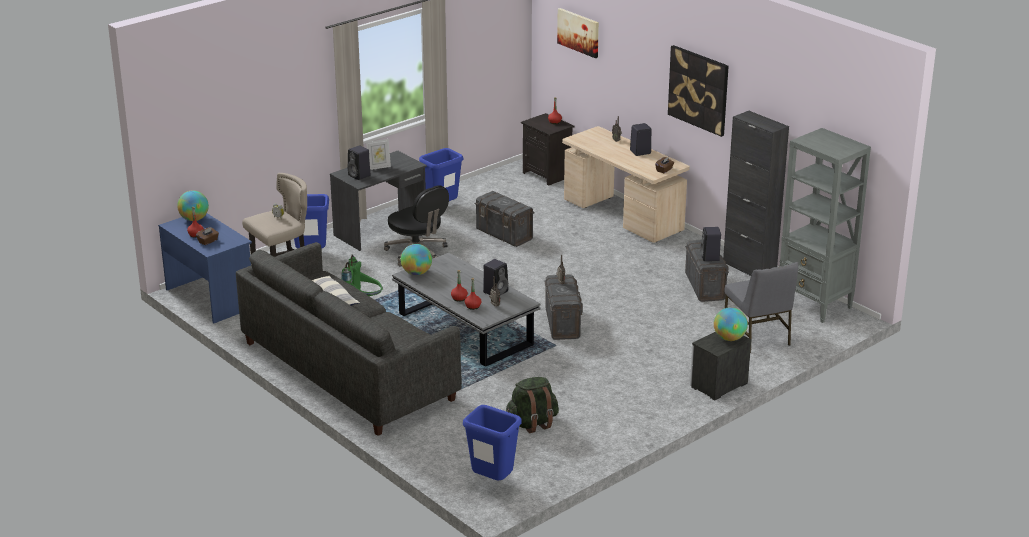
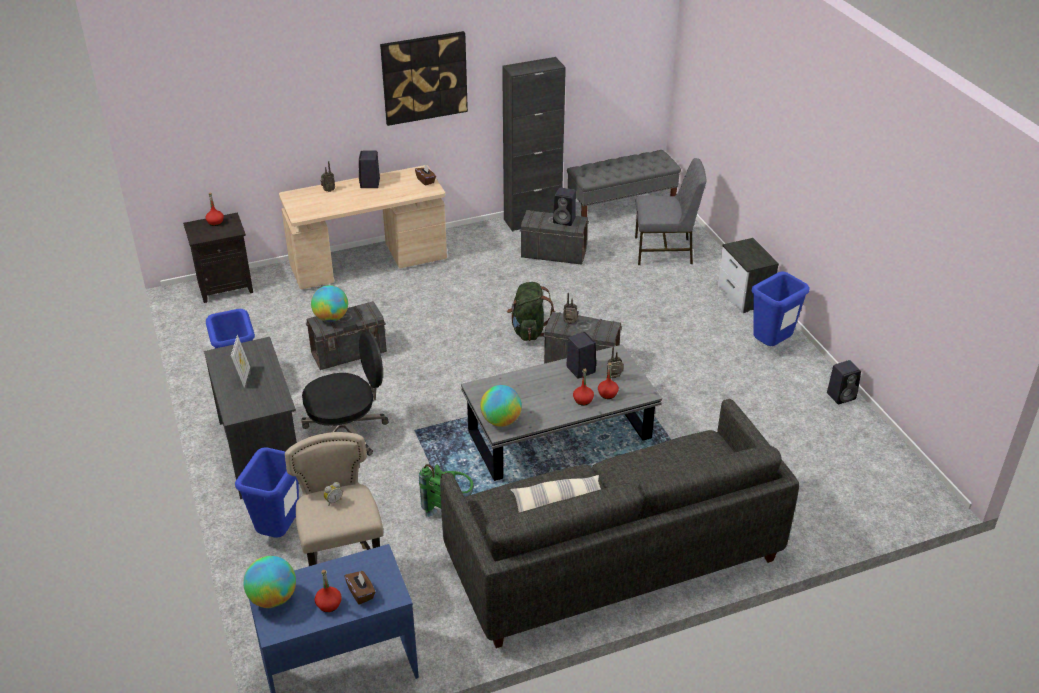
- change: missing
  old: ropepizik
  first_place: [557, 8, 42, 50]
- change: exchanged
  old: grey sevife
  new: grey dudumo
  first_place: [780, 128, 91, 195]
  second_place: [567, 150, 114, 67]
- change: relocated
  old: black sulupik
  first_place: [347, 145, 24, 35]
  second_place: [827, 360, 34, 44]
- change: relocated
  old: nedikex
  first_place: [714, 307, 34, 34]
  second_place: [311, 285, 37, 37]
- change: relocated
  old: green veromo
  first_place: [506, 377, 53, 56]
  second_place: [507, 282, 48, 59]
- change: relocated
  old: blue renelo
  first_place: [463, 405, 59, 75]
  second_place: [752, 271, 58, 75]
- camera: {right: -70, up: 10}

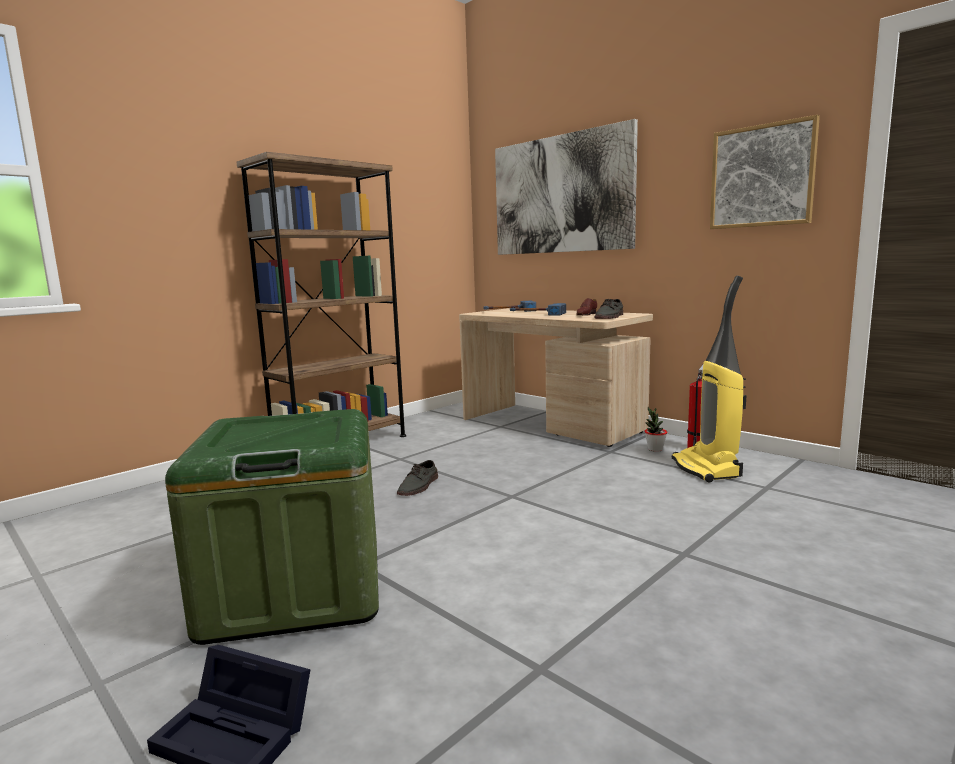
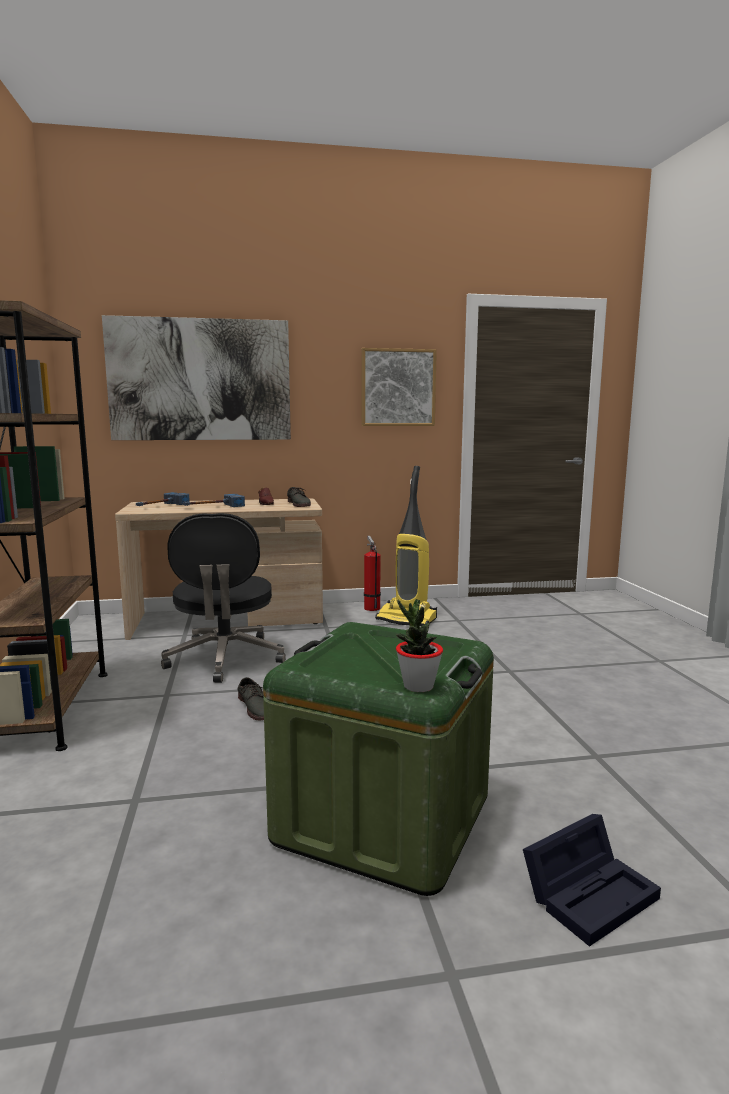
- change: relocated
  old: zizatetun
  first_place: [644, 407, 23, 45]
  second_place: [396, 599, 47, 93]
- change: appeared
  new: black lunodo
  second_place: [161, 513, 125, 170]
- camera: {right: -55, up: 0}

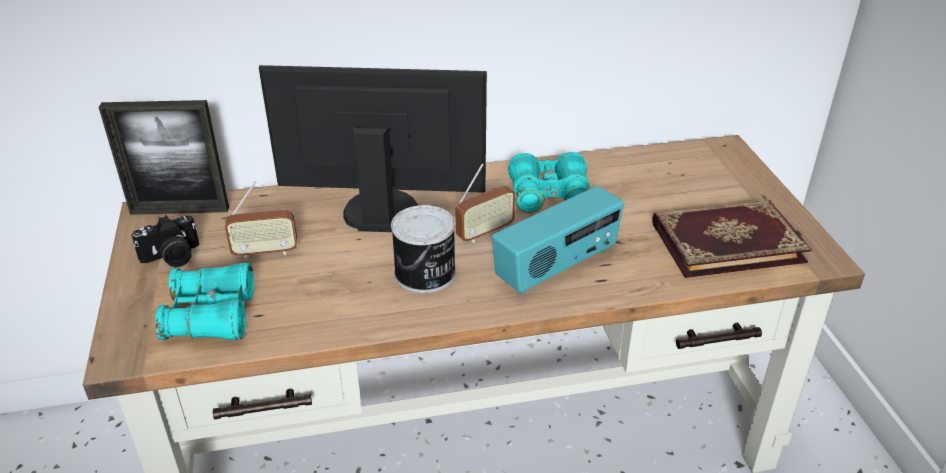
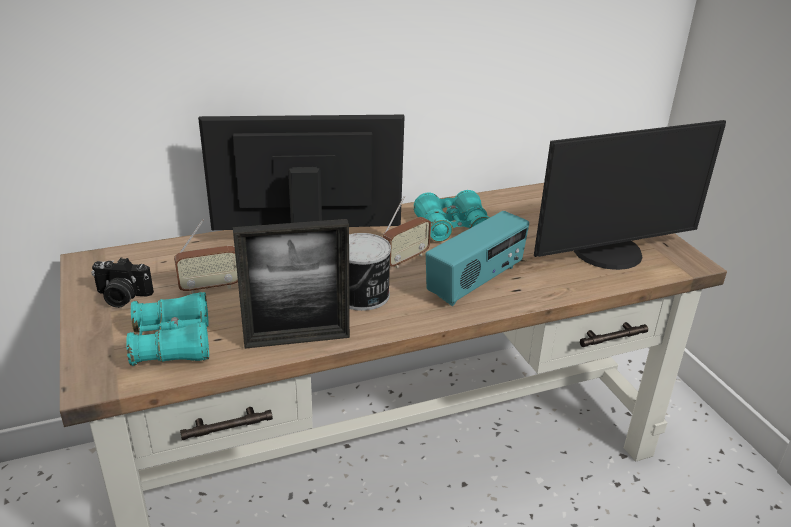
- change: relocated
  old: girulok
  first_place: [99, 100, 130, 115]
  second_place: [233, 219, 117, 130]
- change: exchanged
  old: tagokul
  new: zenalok
  first_place: [652, 200, 160, 78]
  second_place: [534, 120, 192, 150]
- change: spun
  old: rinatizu
  first_place: [131, 215, 68, 52]
  second_place: [91, 257, 63, 51]
  degrees: 45
- camera: {right: -10, up: -5}

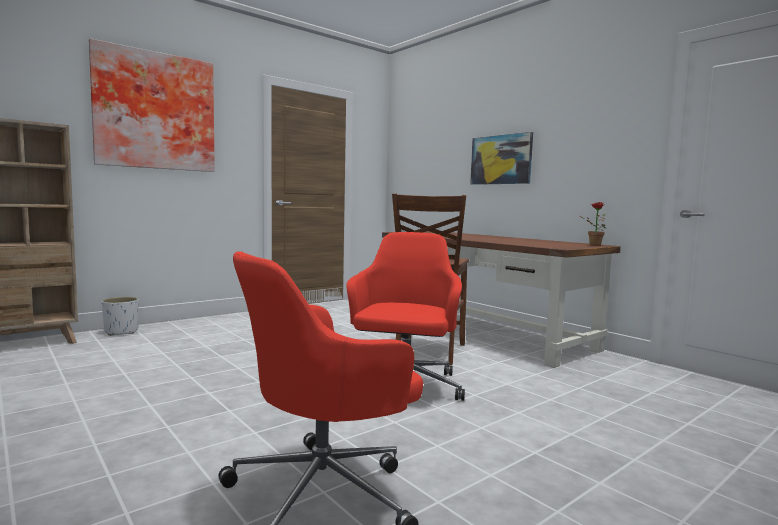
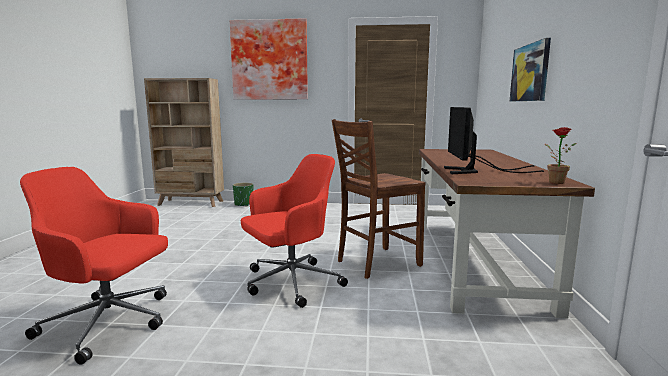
- change: colour
  old: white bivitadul
  new: green bivitadul
  first_place: [102, 297, 37, 39]
  second_place: [233, 182, 21, 25]
- change: appeared
  new: zenalok
  second_place: [444, 107, 100, 67]
- camera: {right: 45, up: 5}

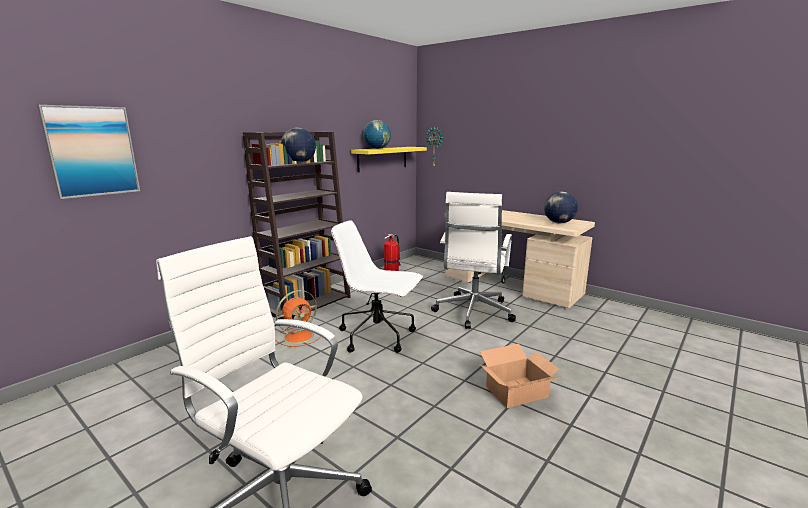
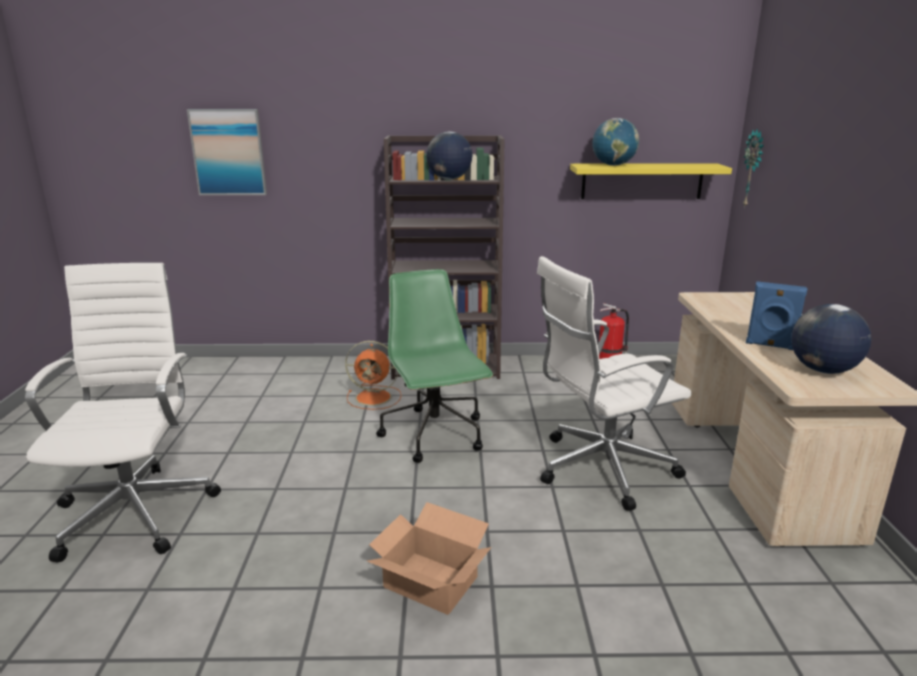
- change: colour
  old: white lunodo
  new: green lunodo
  first_place: [331, 220, 92, 133]
  second_place: [376, 269, 117, 194]
- change: appeared
  new: blue sulupik
  second_place: [746, 281, 61, 69]
- camera: {right: 50, up: 5}

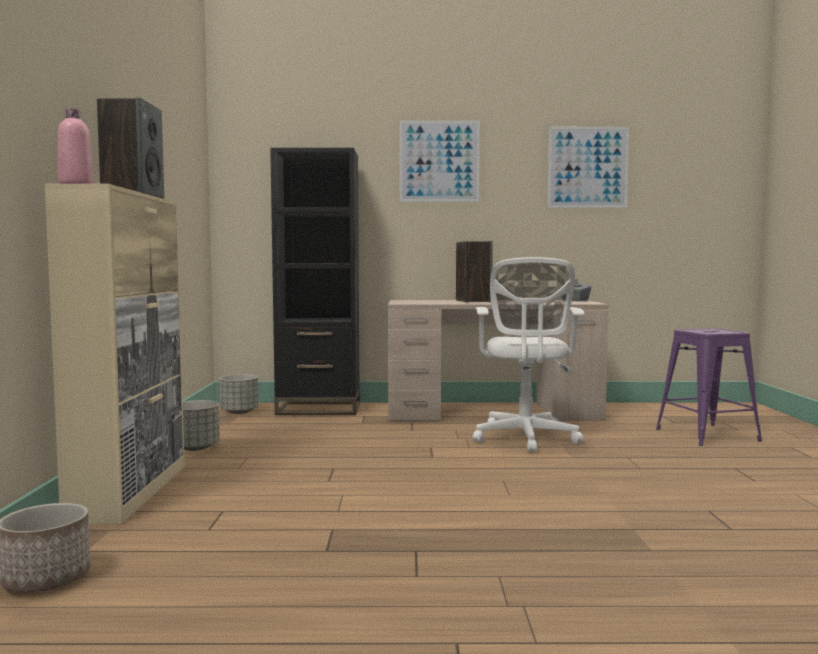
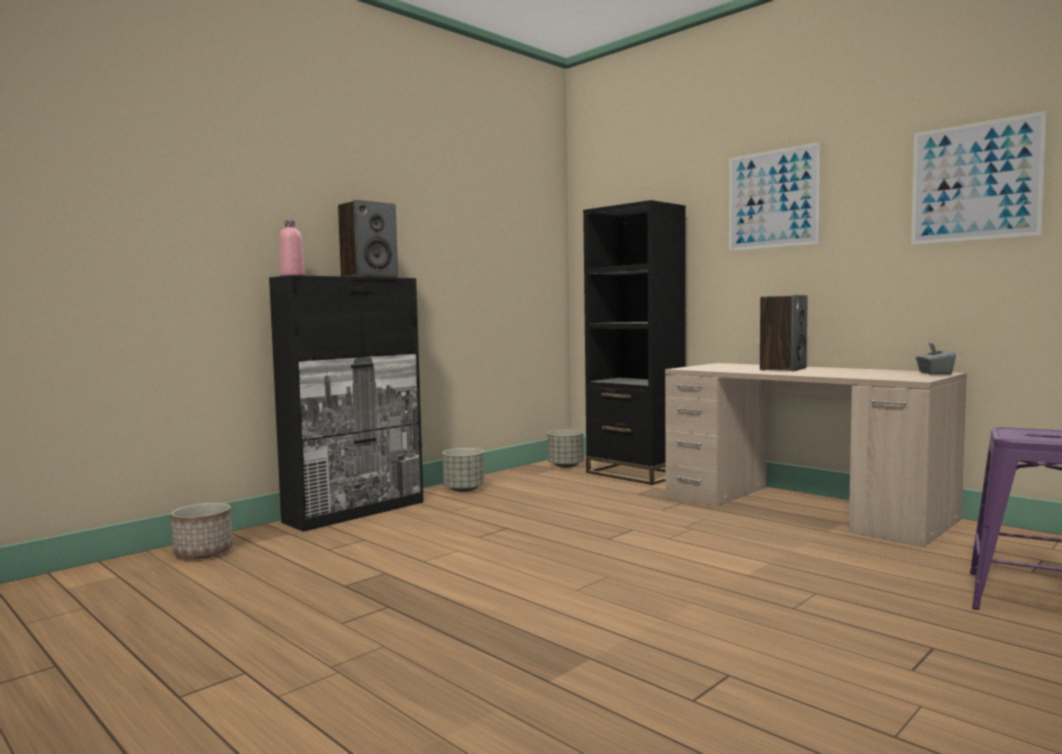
- change: colour
  old: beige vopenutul
  new: black vopenutul
  first_place: [45, 184, 140, 340]
  second_place: [269, 275, 155, 257]
- change: missing
  old: white lunodo
  first_place: [473, 257, 111, 196]
- camera: {right: 45, up: 0}

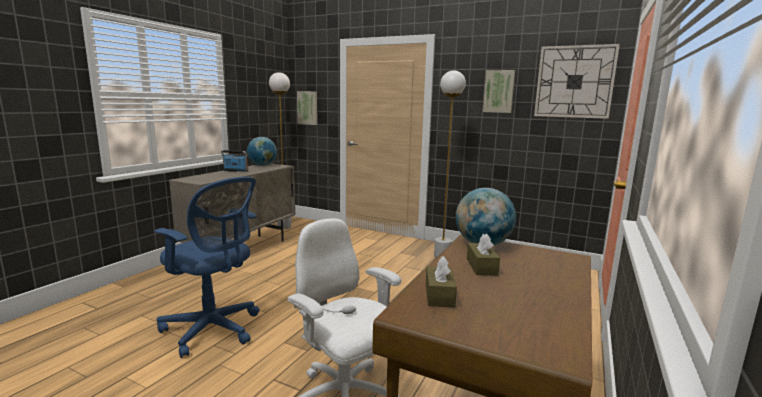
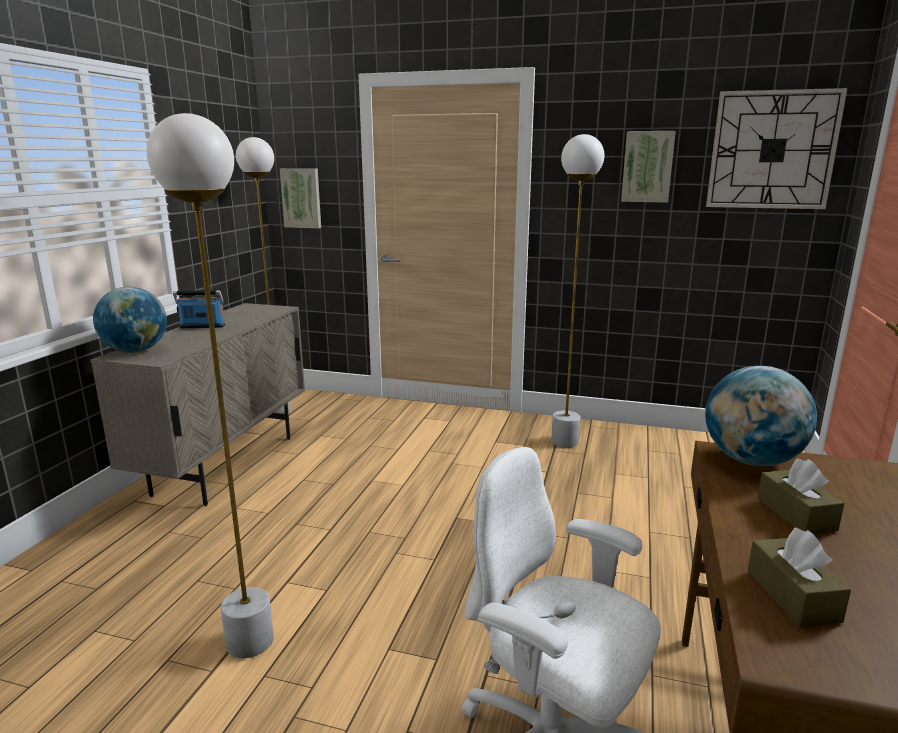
- change: relocated
  old: nedikex
  first_place: [247, 137, 30, 29]
  second_place: [93, 287, 74, 66]
- change: exchanged
  old: blue lunodo
  new: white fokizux
  first_place: [154, 177, 106, 181]
  second_place: [146, 113, 128, 545]
- camera: {right: -10, up: 5}

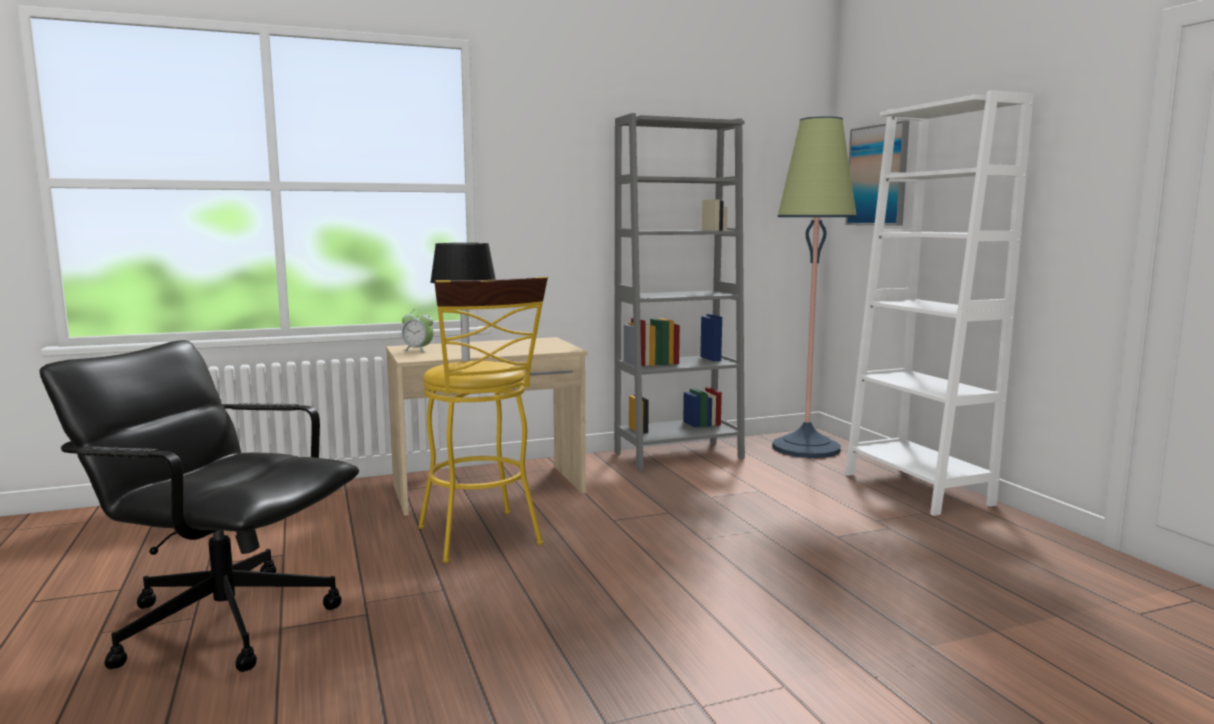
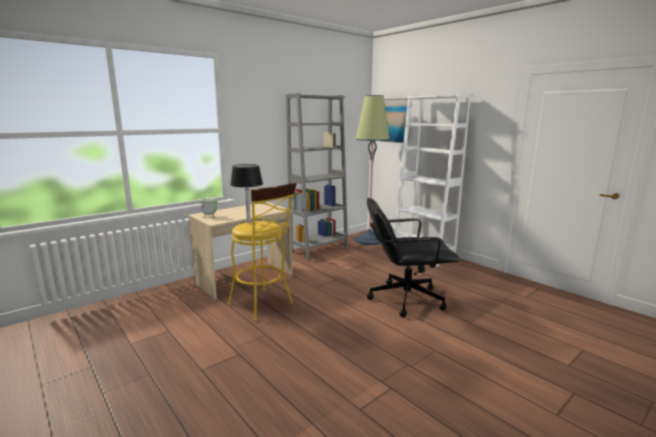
- change: relocated
  old: black lunodo
  first_place: [40, 340, 319, 332]
  second_place: [367, 198, 93, 119]
- camera: {right: -20, up: 5}

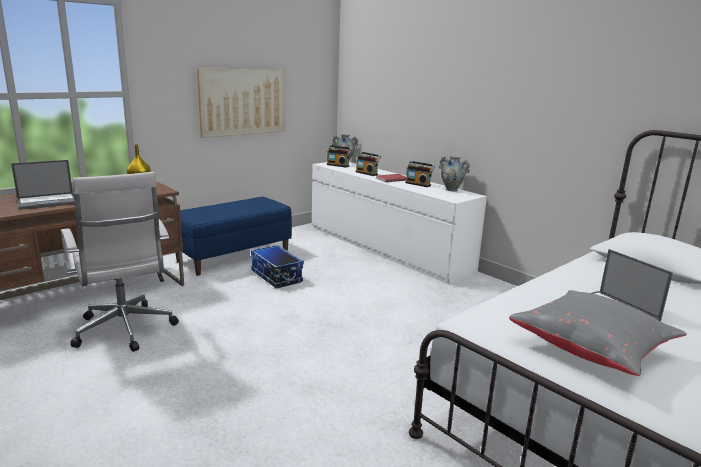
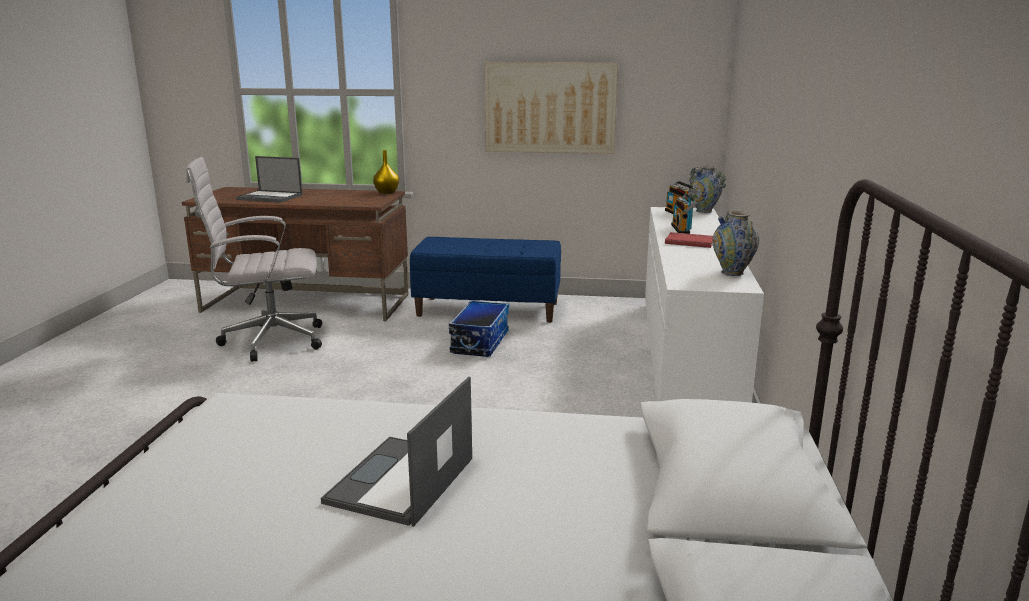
- change: missing
  old: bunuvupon
  first_place: [405, 161, 30, 26]
- change: spun
  old: white lunodo
  first_place: [61, 172, 118, 180]
  second_place: [186, 157, 136, 205]
  degrees: 60
- change: missing
  old: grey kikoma
  first_place: [509, 290, 178, 86]
- camera: {right: 50, up: 0}

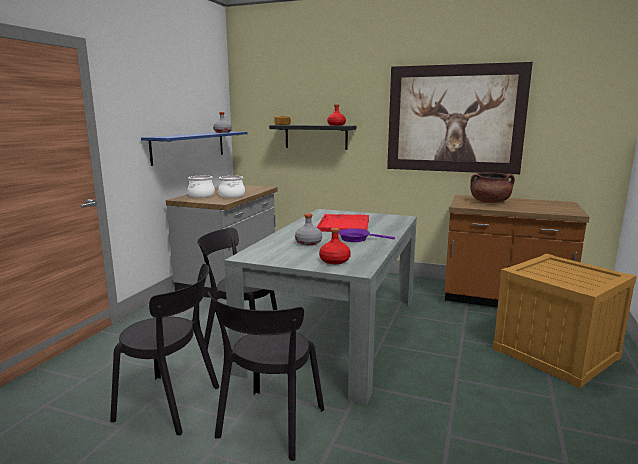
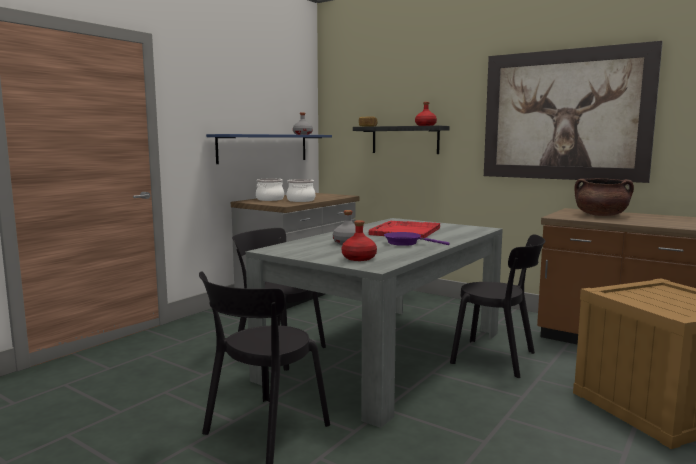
- change: relocated
  old: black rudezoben
  first_place: [110, 264, 109, 172]
  second_place: [450, 234, 95, 144]
- camera: {right: 15, up: -5}

